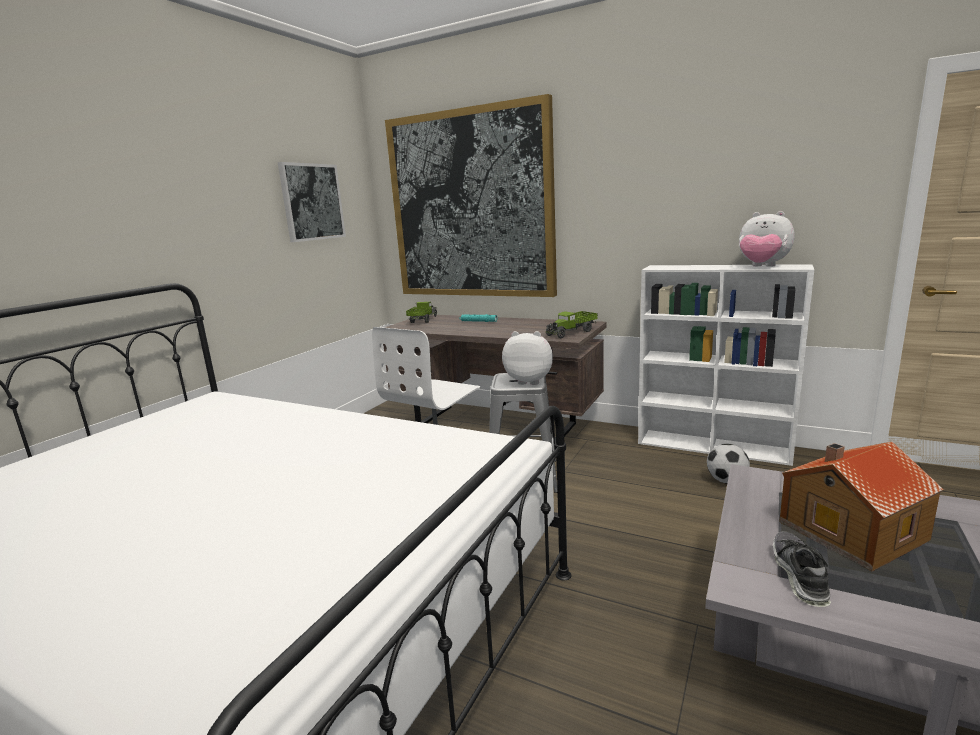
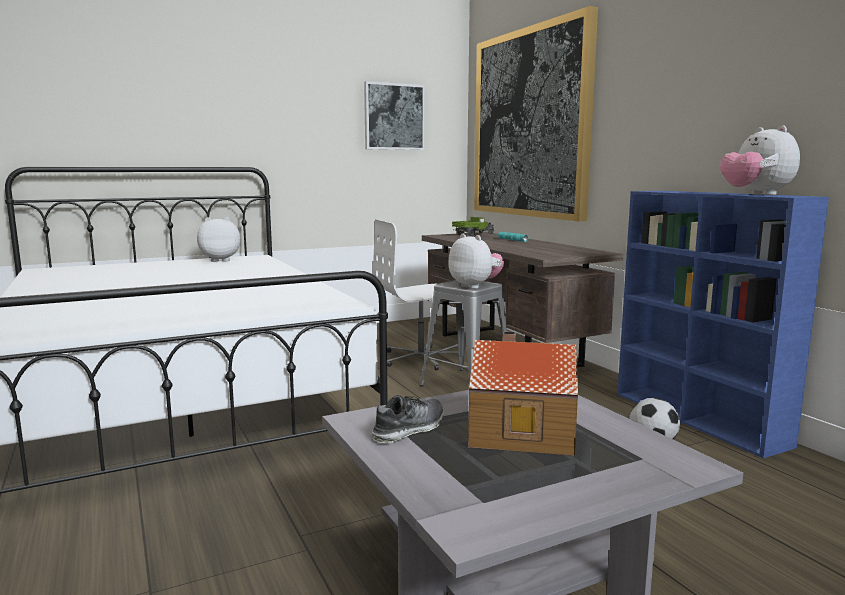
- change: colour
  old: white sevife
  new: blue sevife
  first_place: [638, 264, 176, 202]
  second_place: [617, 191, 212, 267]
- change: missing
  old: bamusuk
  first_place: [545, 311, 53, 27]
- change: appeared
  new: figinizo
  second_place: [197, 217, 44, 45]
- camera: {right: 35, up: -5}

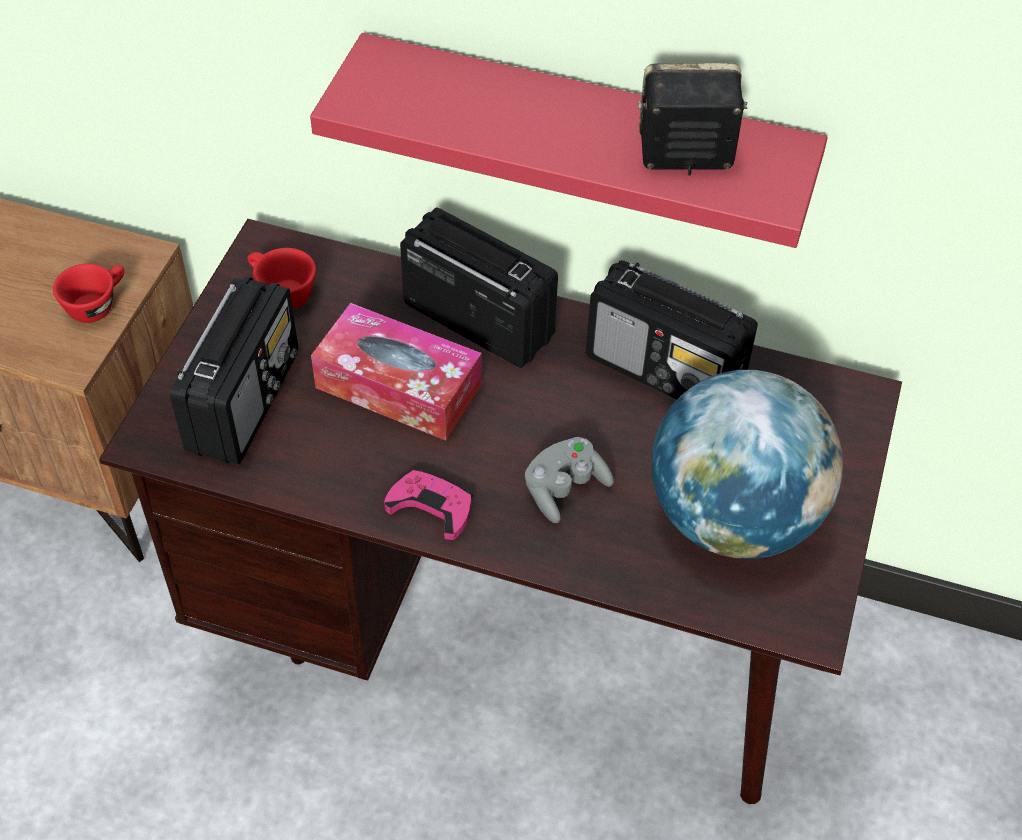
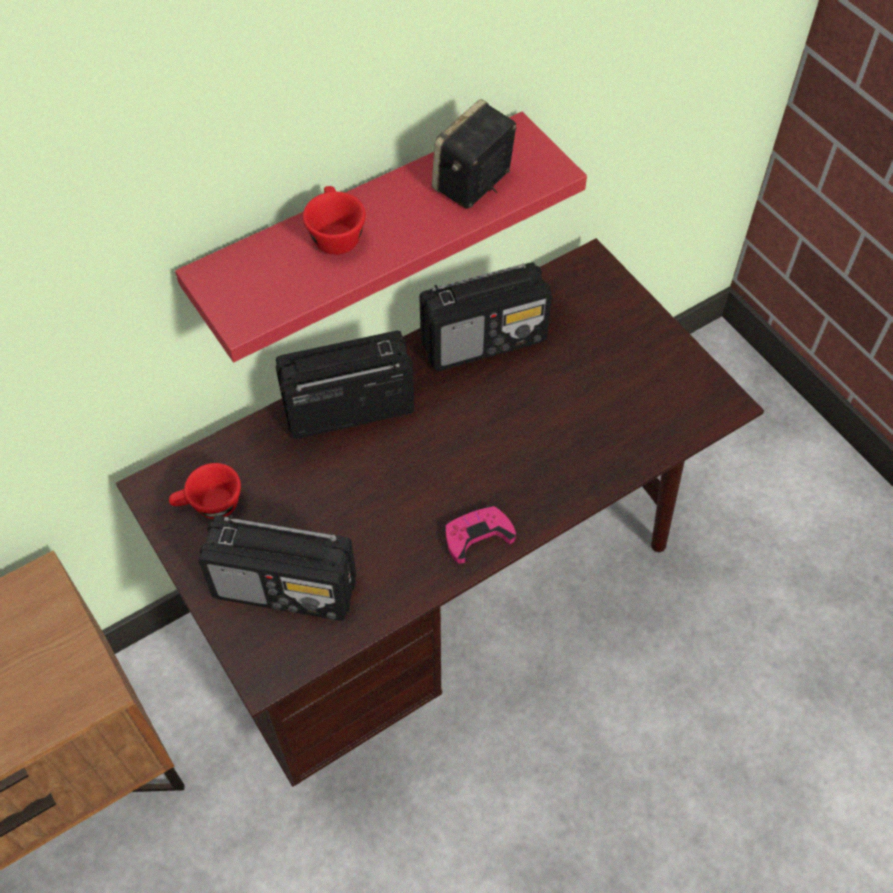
- change: relocated
  old: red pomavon
  first_place: [53, 264, 71, 59]
  second_place: [303, 186, 63, 69]
- change: spun
  old: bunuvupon
  first_place: [170, 276, 128, 188]
  second_place: [198, 515, 158, 106]
  degrees: 135
- change: missing
  old: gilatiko
  first_place: [311, 303, 171, 138]
- change: missing
  old: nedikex
  first_place: [651, 370, 192, 189]
- change: missing
  old: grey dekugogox
  first_place: [525, 437, 89, 86]
- camera: {right: -50, up: 5}

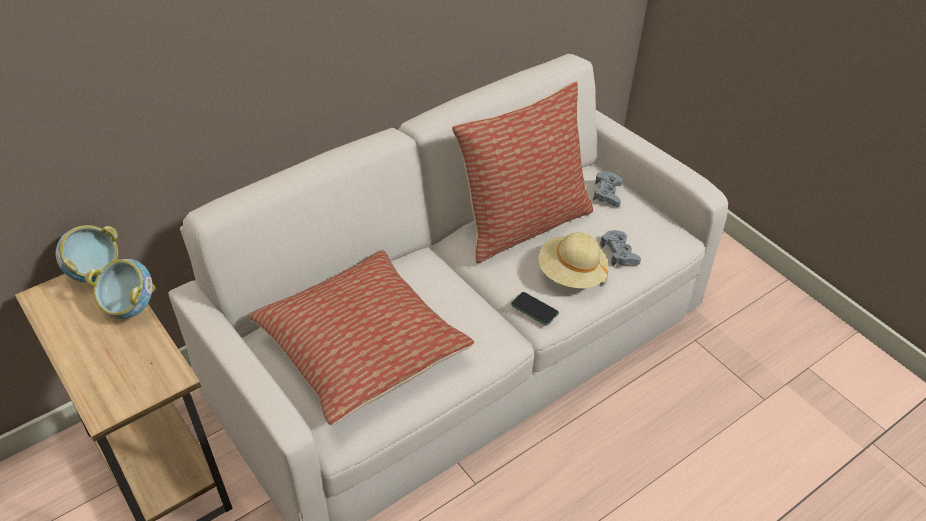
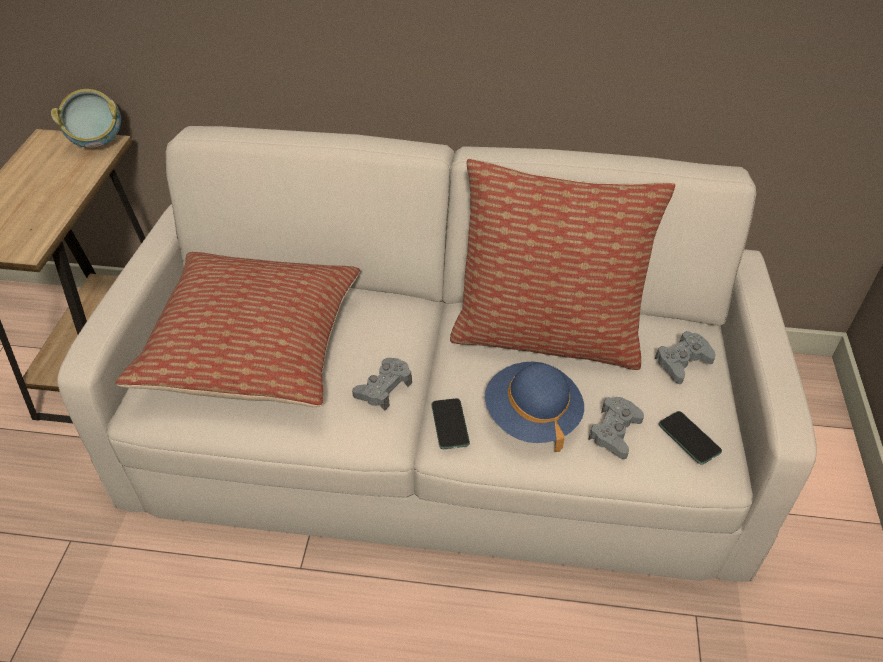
- change: colour
  old: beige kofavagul
  new: blue kofavagul
  first_place: [539, 232, 69, 56]
  second_place: [485, 362, 99, 90]
- change: missing
  old: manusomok
  first_place: [85, 259, 70, 60]
- change: appeared
  new: grey dekugogox
  second_place: [352, 358, 60, 53]
- change: appeared
  new: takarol
  second_place: [659, 411, 63, 54]
- camera: {right: 45, up: 0}

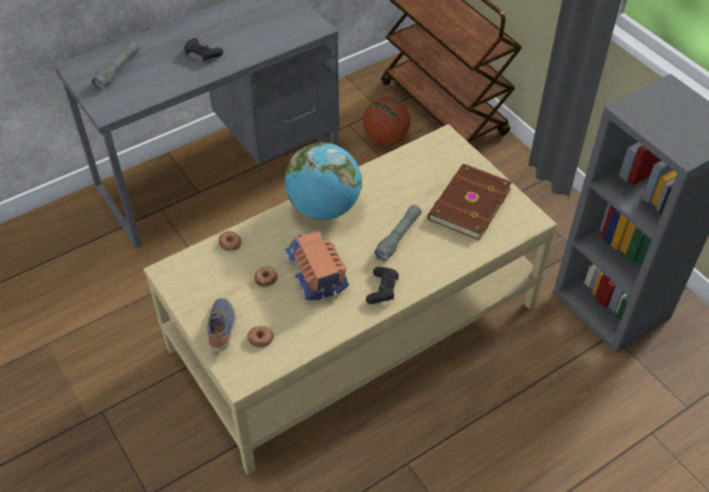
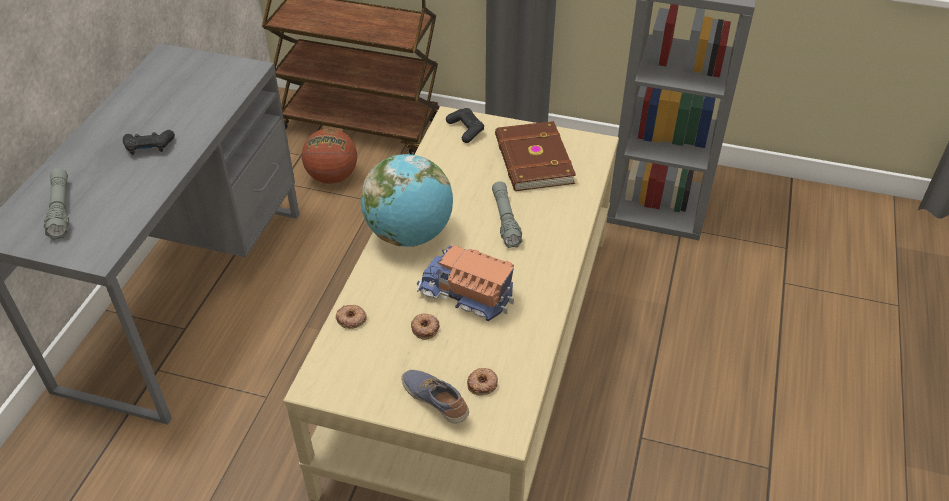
- change: relocated
  old: black dekugogox
  first_place: [366, 267, 33, 37]
  second_place: [446, 108, 38, 35]
- camera: {right: -40, up: -5}

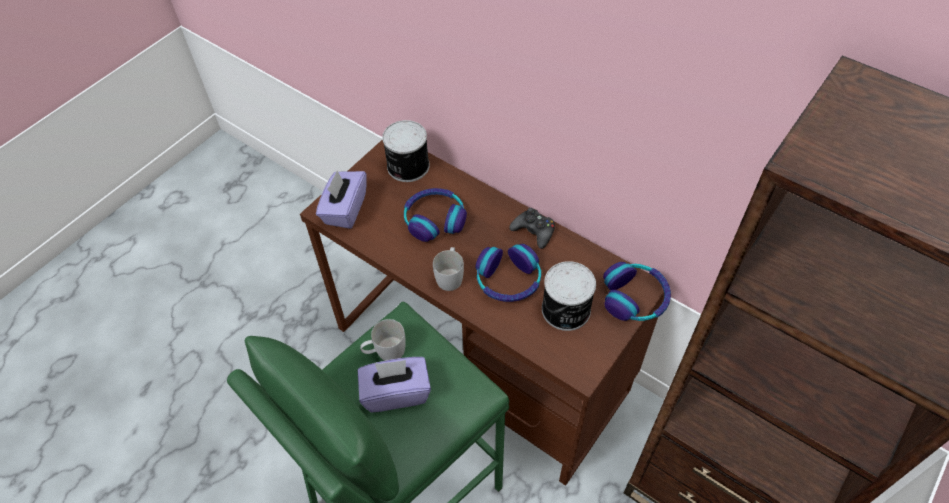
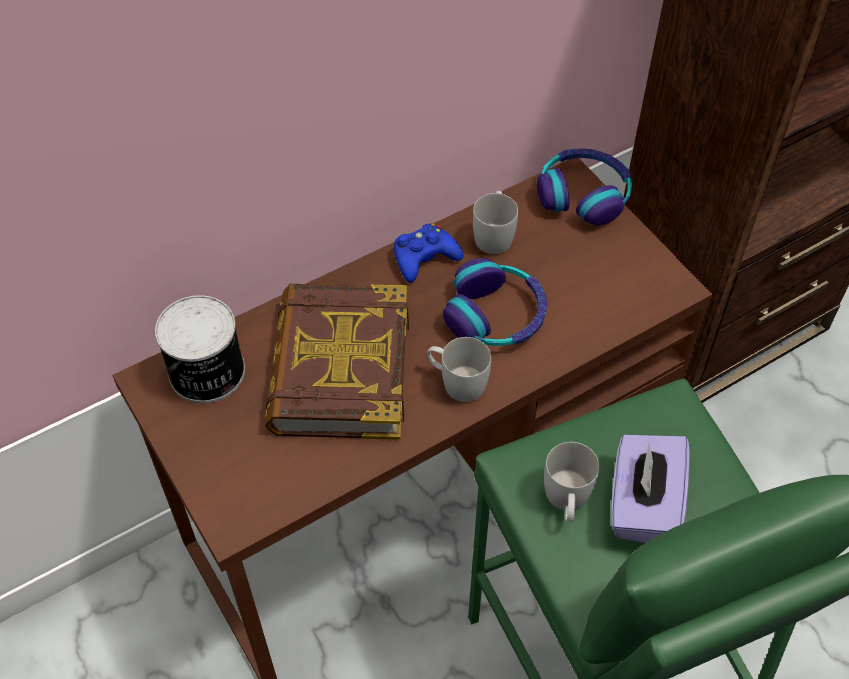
- change: missing
  old: purple gilatiko
  first_place: [316, 171, 51, 58]
- change: exchanged
  old: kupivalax
  new: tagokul
  first_place: [404, 188, 63, 54]
  second_place: [265, 284, 144, 156]
- change: colour
  old: black dekugogox
  new: blue dekugogox
  first_place: [509, 208, 46, 41]
  second_place: [394, 223, 69, 60]
- change: missing
  old: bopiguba
  first_place: [542, 261, 54, 70]
- change: appeared
  new: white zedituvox
  second_place: [473, 191, 45, 63]
- camera: {right: -70, up: 0}

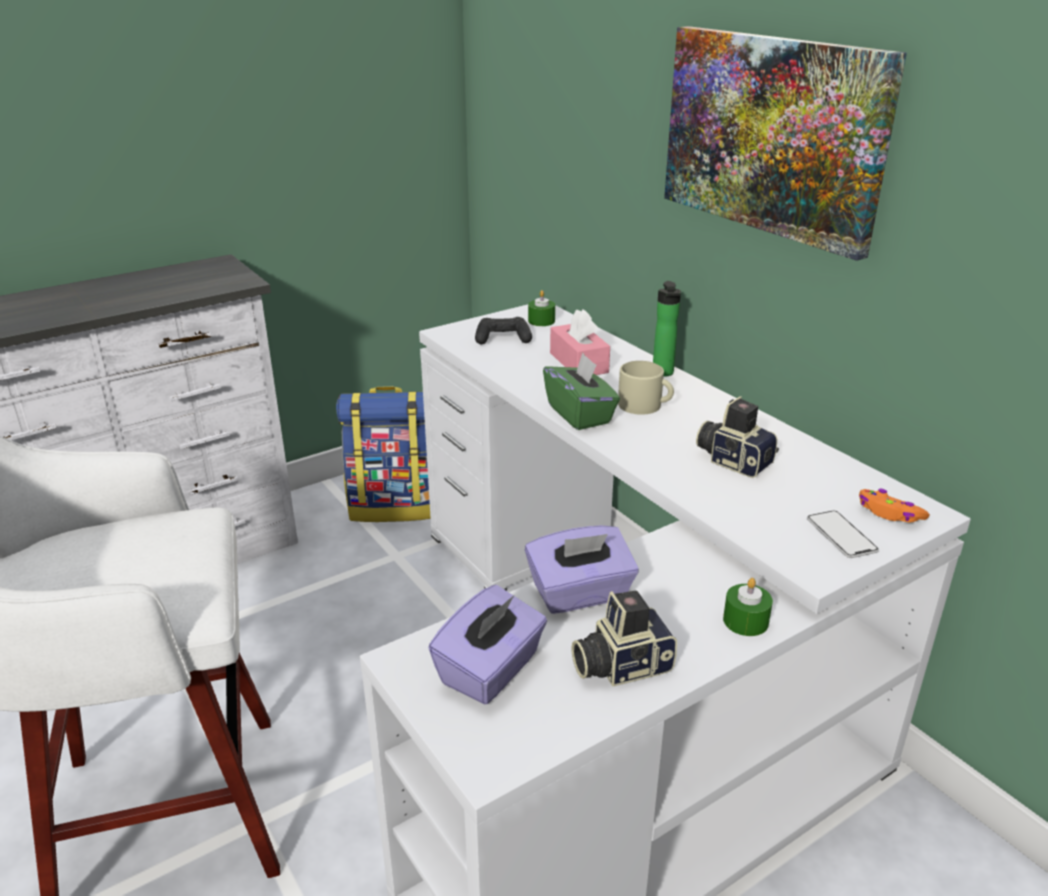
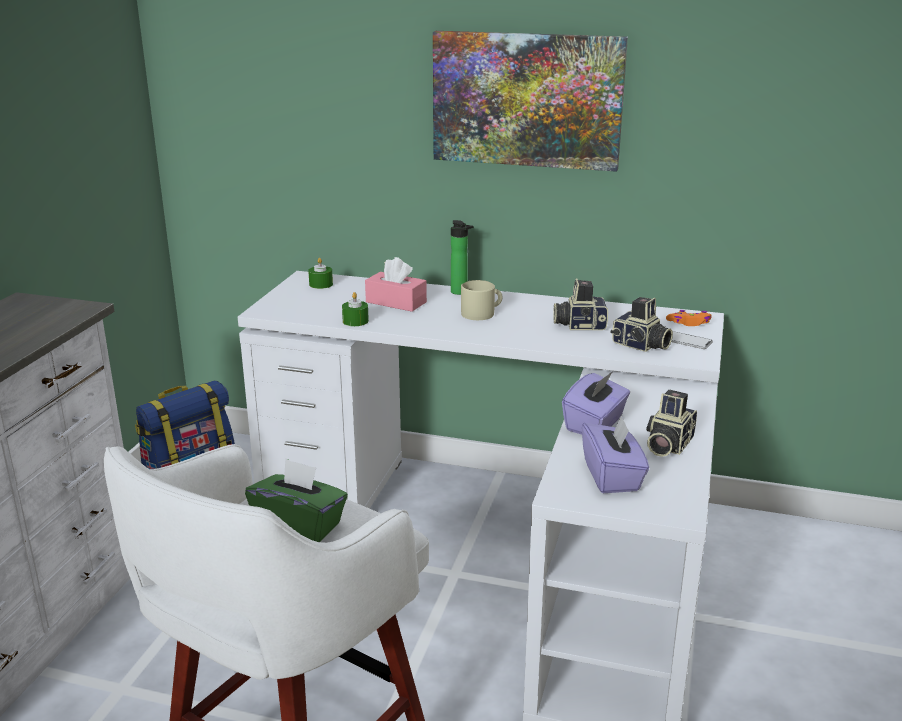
- change: missing
  old: black dekugogox
  first_place: [475, 317, 57, 27]
- change: relocated
  old: green gilatiko
  first_place: [543, 353, 77, 77]
  second_place: [245, 459, 103, 83]
- change: relocated
  old: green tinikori
  first_place: [723, 578, 50, 58]
  second_place: [342, 292, 27, 34]
- change: appeared
  new: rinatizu
  second_place: [611, 297, 62, 55]
- camera: {right: -40, up: -5}

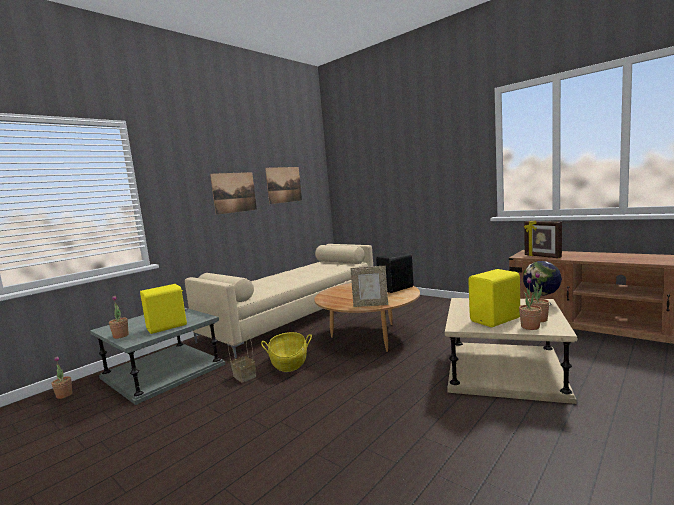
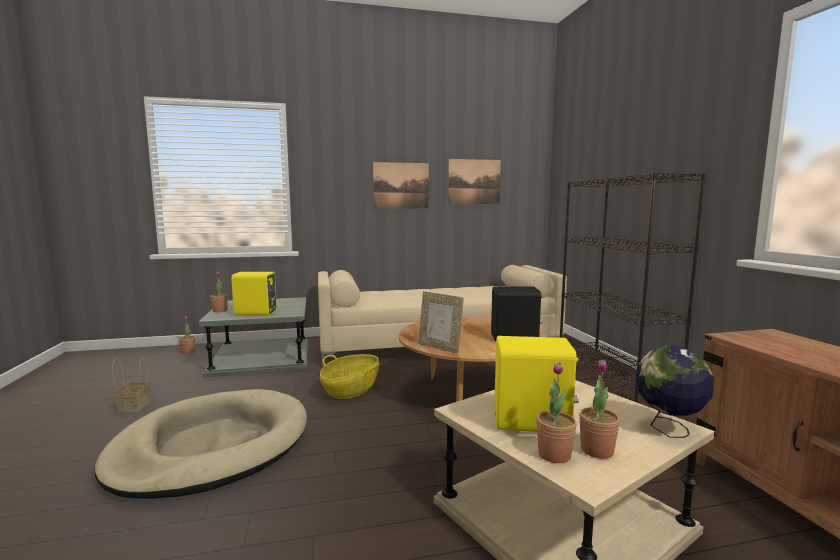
- change: missing
  old: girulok
  first_place: [524, 221, 38, 37]
- change: relocated
  old: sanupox
  first_place: [228, 335, 28, 48]
  second_place: [112, 358, 39, 54]
- change: appeared
  new: black sevife
  second_place: [560, 172, 146, 230]
- change: appeared
  new: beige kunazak
  second_place: [95, 389, 212, 110]
- camera: {right: 35, up: 0}

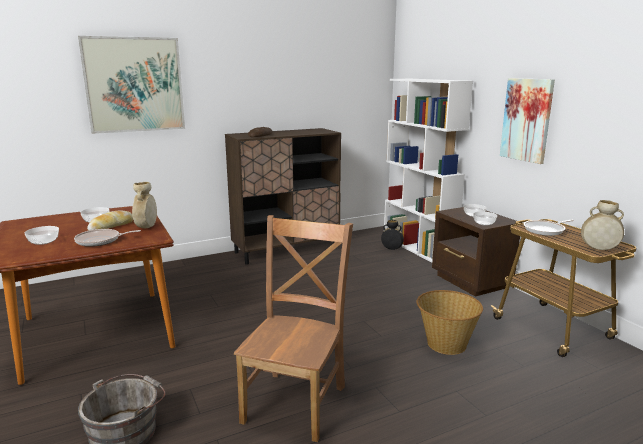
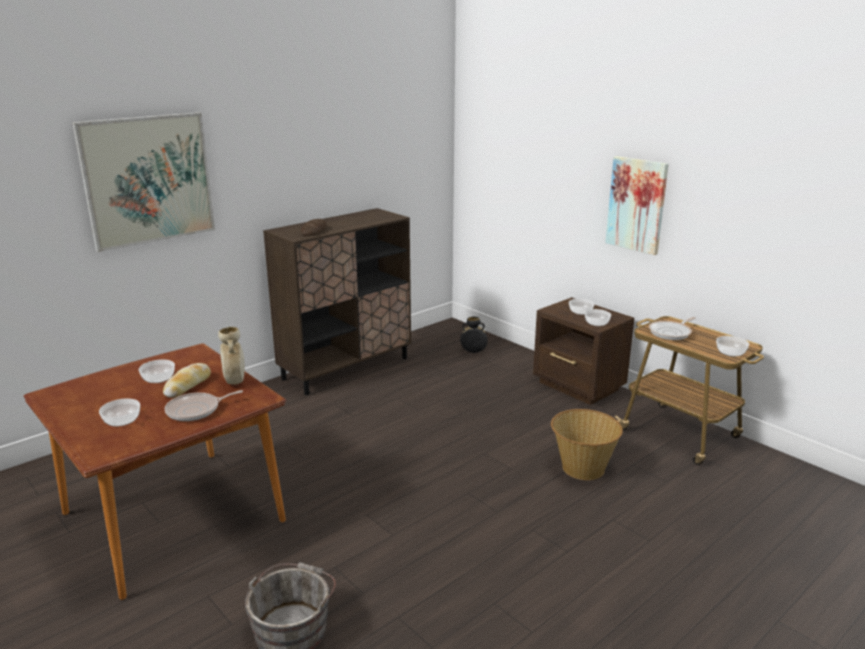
- change: missing
  old: white sevife
  first_place: [384, 79, 89, 184]
- change: exchanged
  old: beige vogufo
  new: manusomok
  first_place: [581, 200, 43, 50]
  second_place: [716, 336, 33, 21]
- change: missing
  old: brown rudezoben
  first_place: [234, 215, 119, 227]
- camera: {right: -15, up: 5}

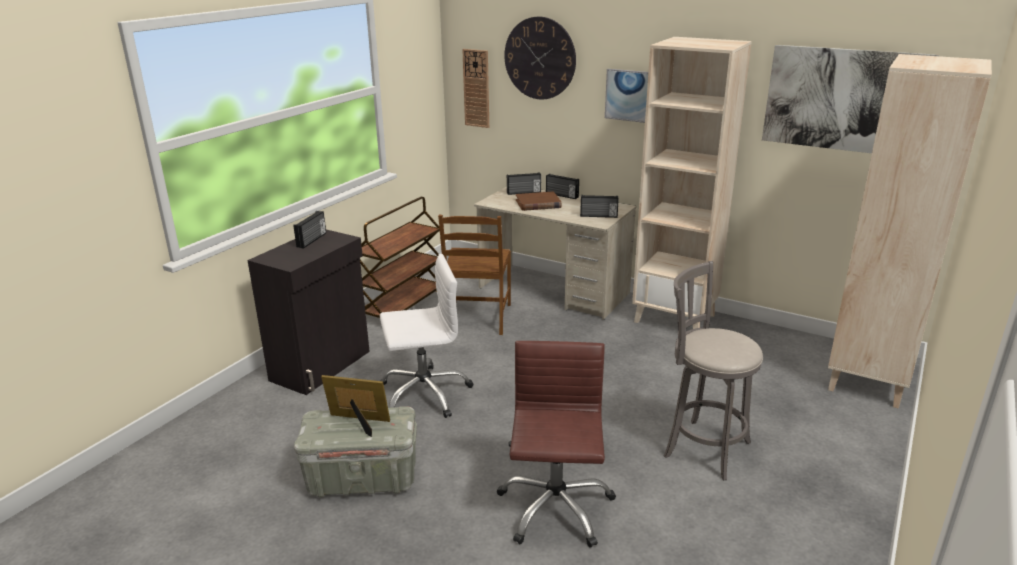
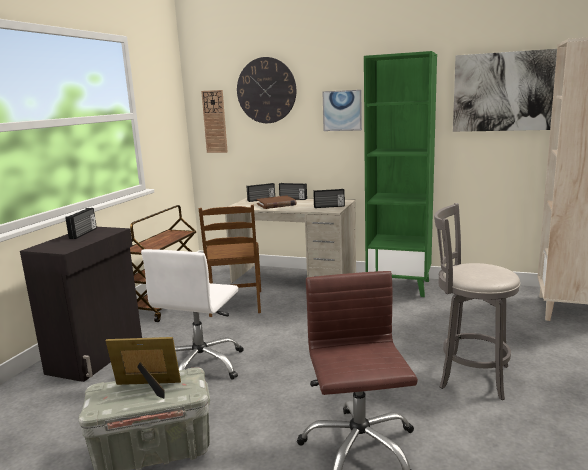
- change: colour
  old: beige sevife
  new: green sevife
  first_place: [632, 37, 120, 292]
  second_place: [364, 51, 73, 246]
- change: spun
  old: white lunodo
  first_place: [380, 254, 93, 164]
  second_place: [141, 249, 103, 131]
  degrees: 135
- camera: {right: -10, up: -10}

